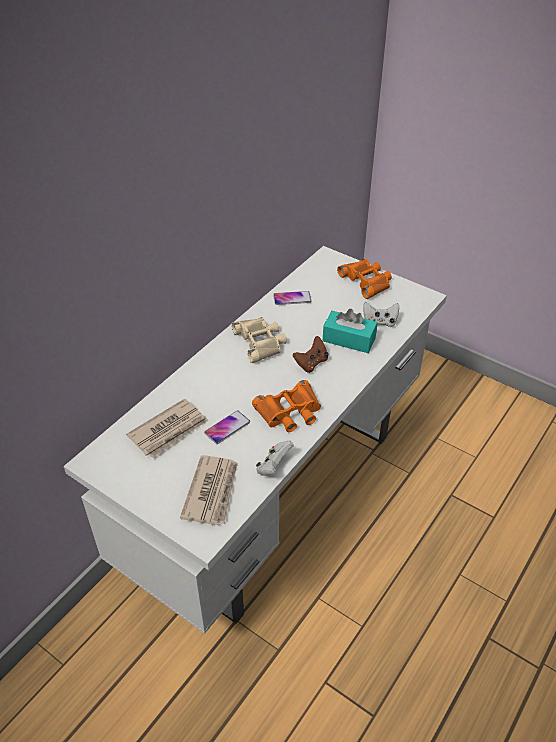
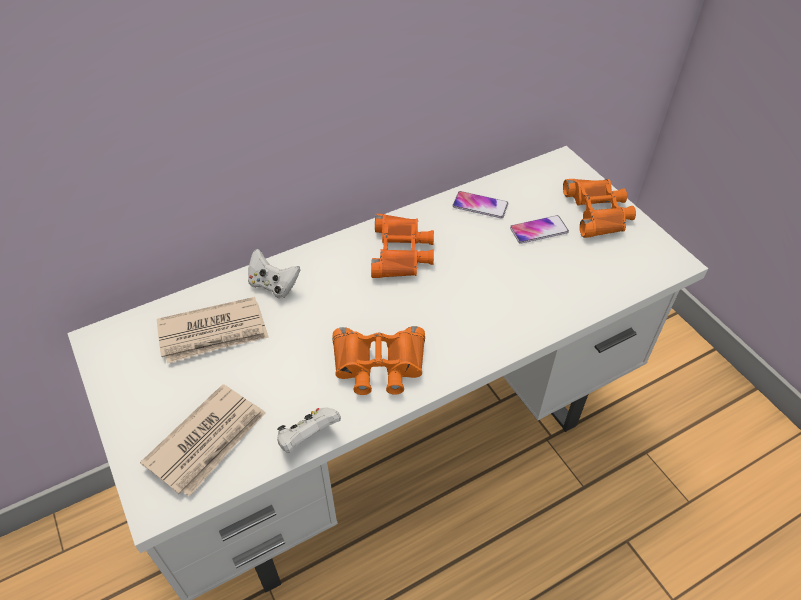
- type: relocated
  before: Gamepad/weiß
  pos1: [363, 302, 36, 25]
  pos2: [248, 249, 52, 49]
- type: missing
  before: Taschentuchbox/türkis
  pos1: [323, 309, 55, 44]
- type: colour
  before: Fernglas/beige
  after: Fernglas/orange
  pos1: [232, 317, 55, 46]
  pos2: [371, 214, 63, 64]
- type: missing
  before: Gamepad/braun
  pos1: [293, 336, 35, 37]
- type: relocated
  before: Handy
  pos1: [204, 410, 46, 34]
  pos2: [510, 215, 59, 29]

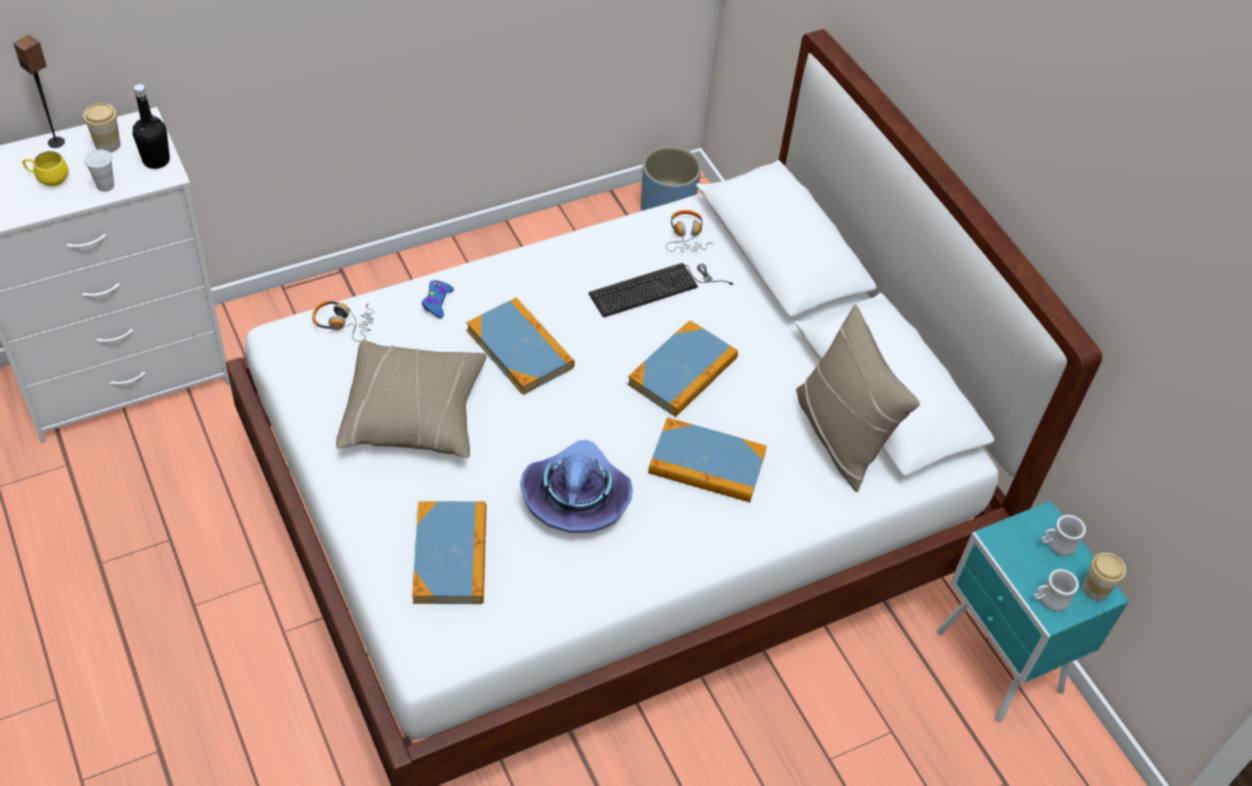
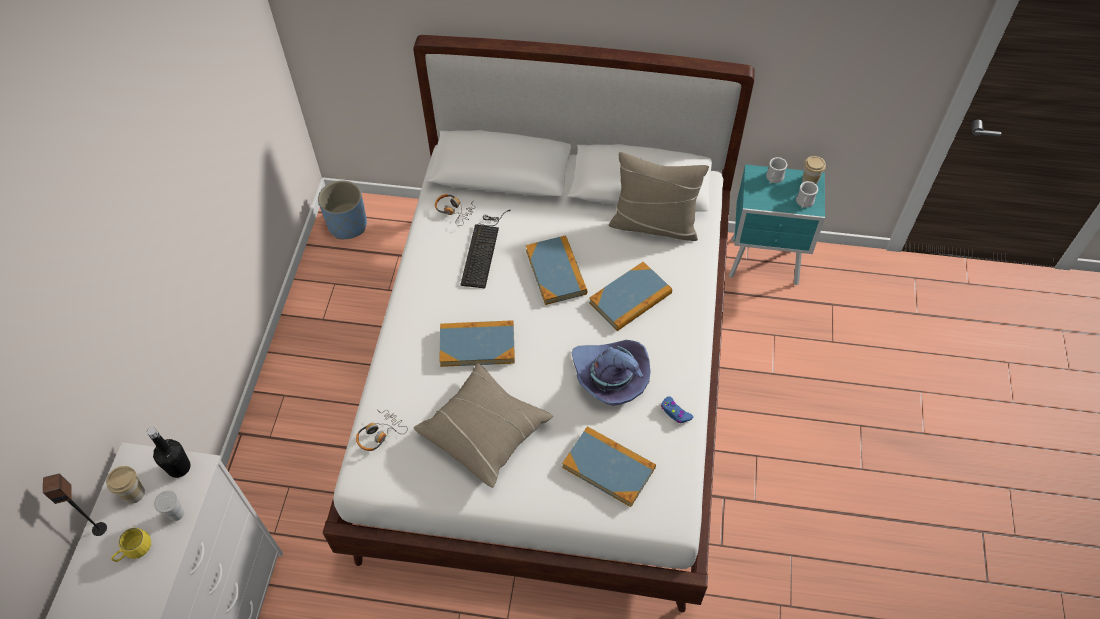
- type: relocated
  before: Gamepad/blau
  pos1: [422, 280, 32, 38]
  pos2: [661, 396, 32, 27]

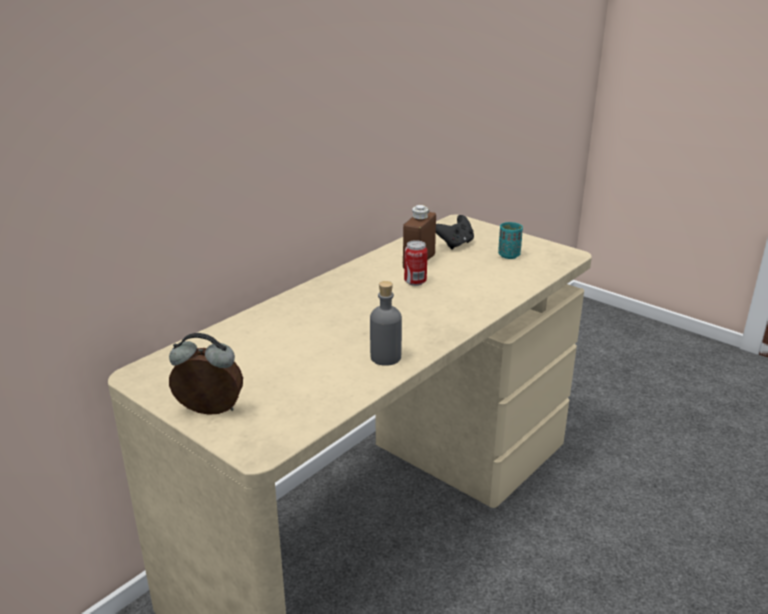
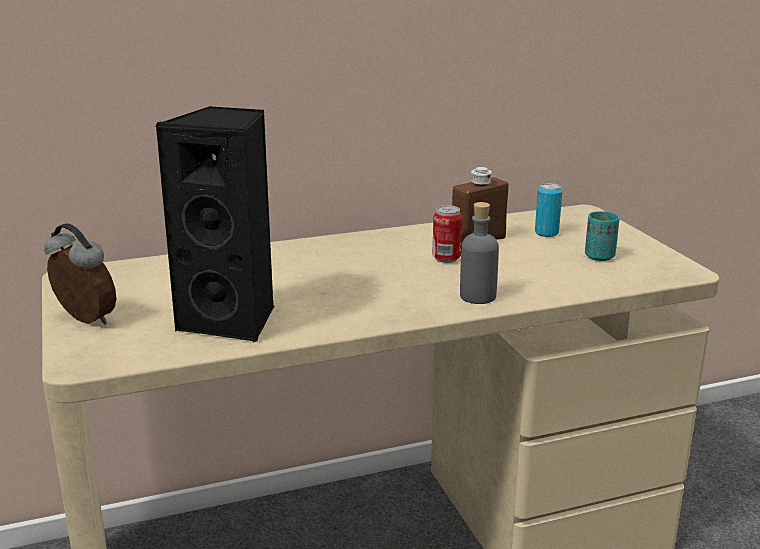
- type: exchanged
  before: Gamepad/schwarz
  after: Dose
  pos1: [436, 215, 38, 35]
  pos2: [535, 183, 27, 54]
- type: relocated
  before: Flasche/grau
  pos1: [370, 281, 32, 85]
  pos2: [460, 202, 39, 102]
- type: appeared
  after: Lautsprecher/schwarz
  pos2: [155, 106, 119, 237]

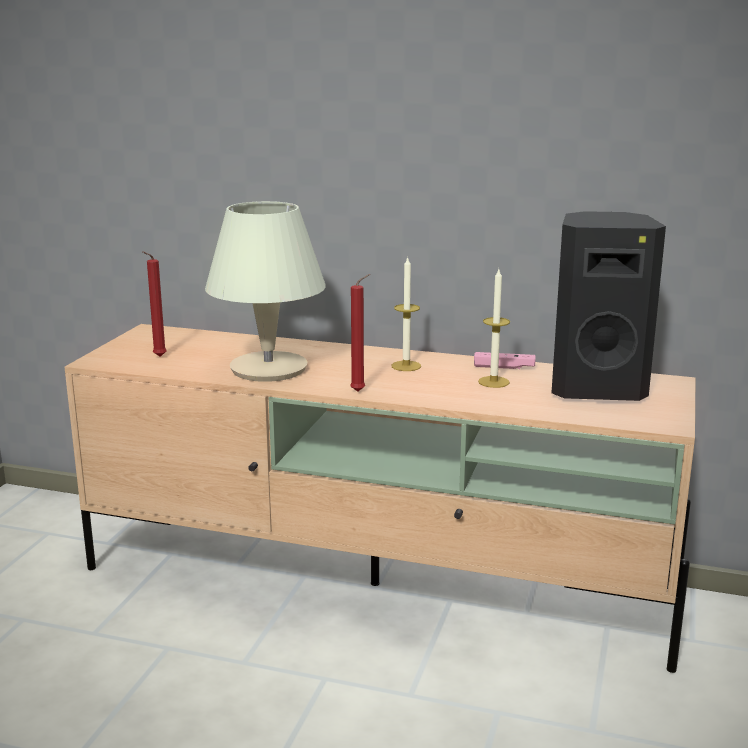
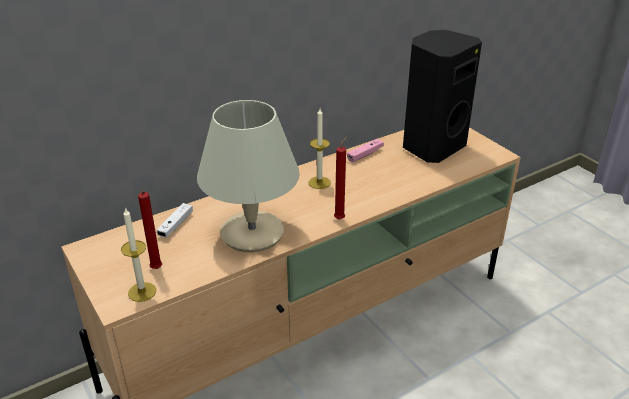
- type: relocated
  before: Kerze
  pos1: [478, 269, 32, 119]
  pos2: [121, 208, 35, 94]
- type: appeared
  after: Gamepad/weiß
  pos2: [157, 203, 36, 34]

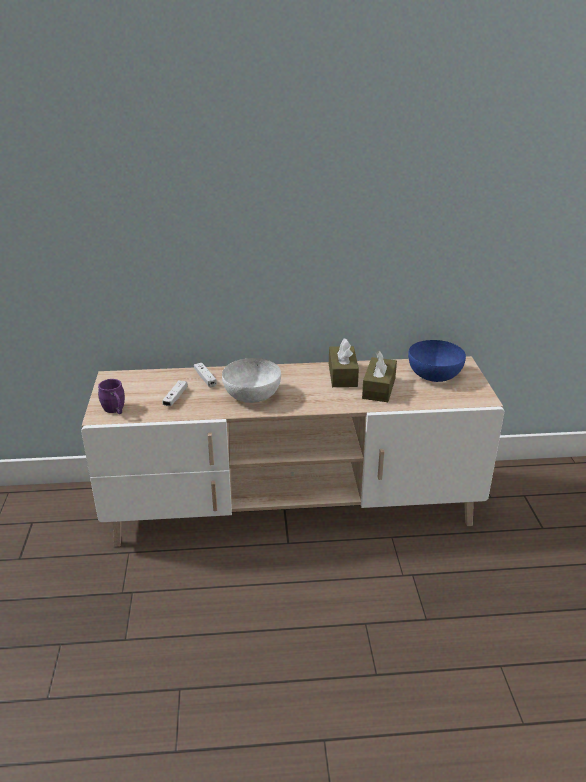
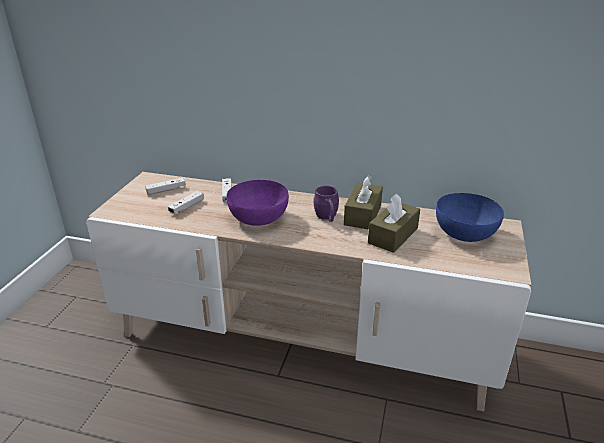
- type: colour
  before: Schüssel/weiß
  after: Schüssel/lila
  pos1: [222, 358, 59, 45]
  pos2: [227, 180, 62, 46]
- type: relocated
  before: Henkelbecher/lila
  pos1: [98, 379, 27, 35]
  pos2: [313, 185, 26, 37]
- type: appeared
  after: Gamepad/weiß
  pos2: [145, 178, 41, 17]

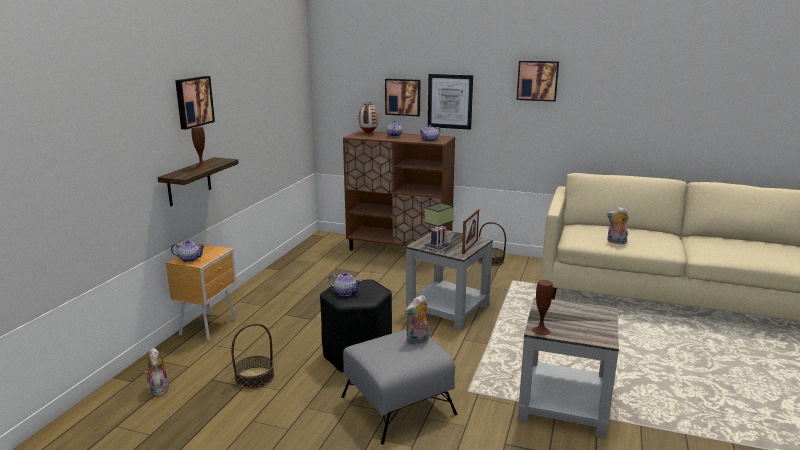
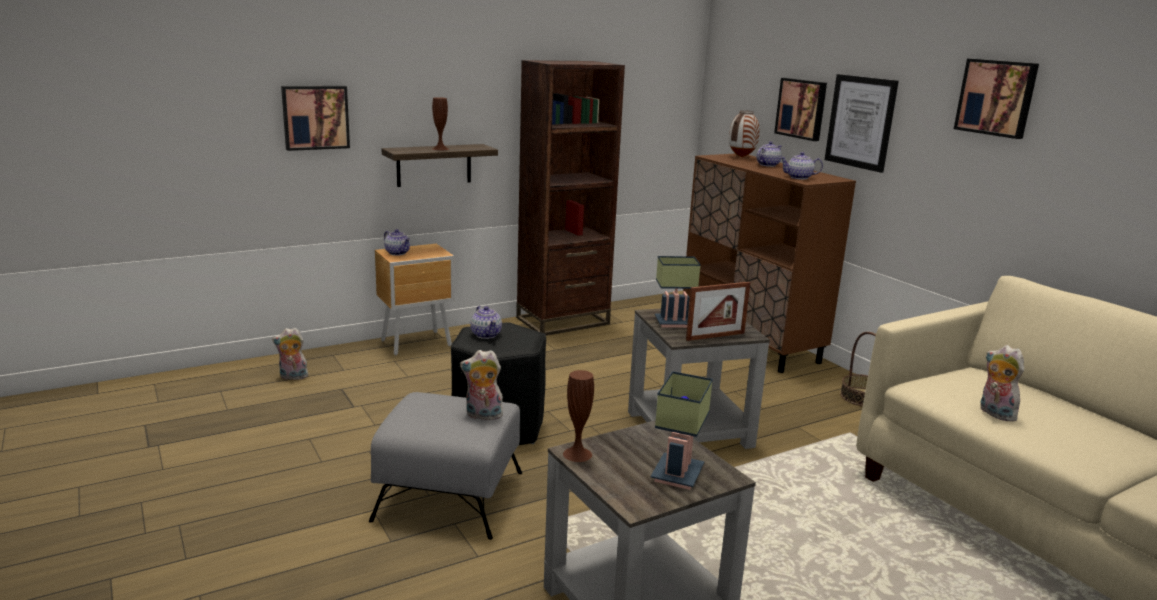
- type: relocated
  before: Bild
  pos1: [175, 76, 40, 54]
  pos2: [281, 86, 69, 65]
- type: missing
  before: Korb
  pos1: [231, 323, 43, 66]
- type: spun
  before: Plüschtier
  pos1: [144, 348, 25, 48]
  pos2: [272, 328, 36, 52]
  turn: -120
- type: appeared
  after: Bücherregal/braun
  pos2: [516, 60, 109, 275]
- type: appeared
  after: Tischlampe
  pos2: [651, 371, 62, 119]

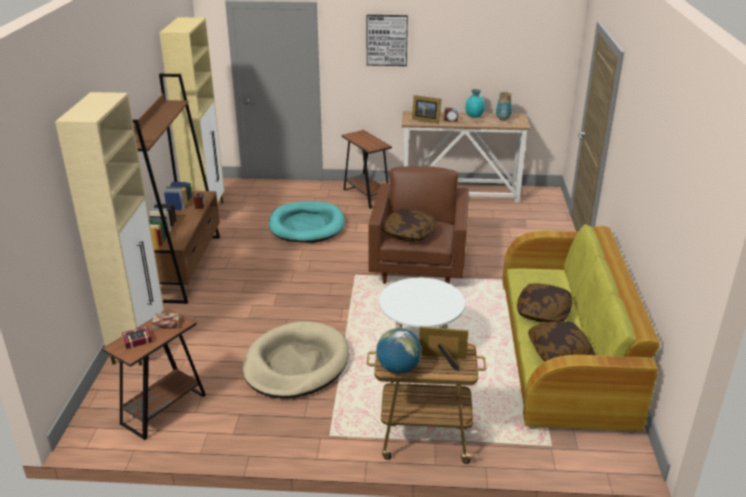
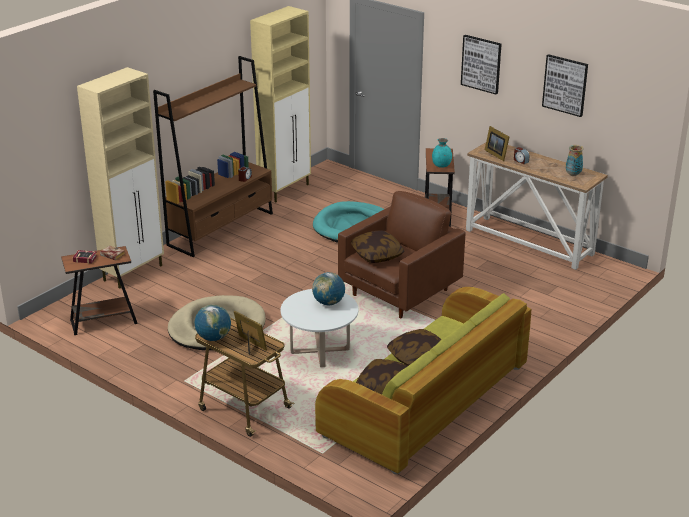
- type: relocated
  before: Vase/türkis
  pos1: [465, 89, 20, 29]
  pos2: [432, 138, 20, 30]
- type: appeared
  after: Bild
  pos2: [542, 54, 46, 63]
- type: appeared
  after: Globus
  pos2: [312, 272, 33, 33]

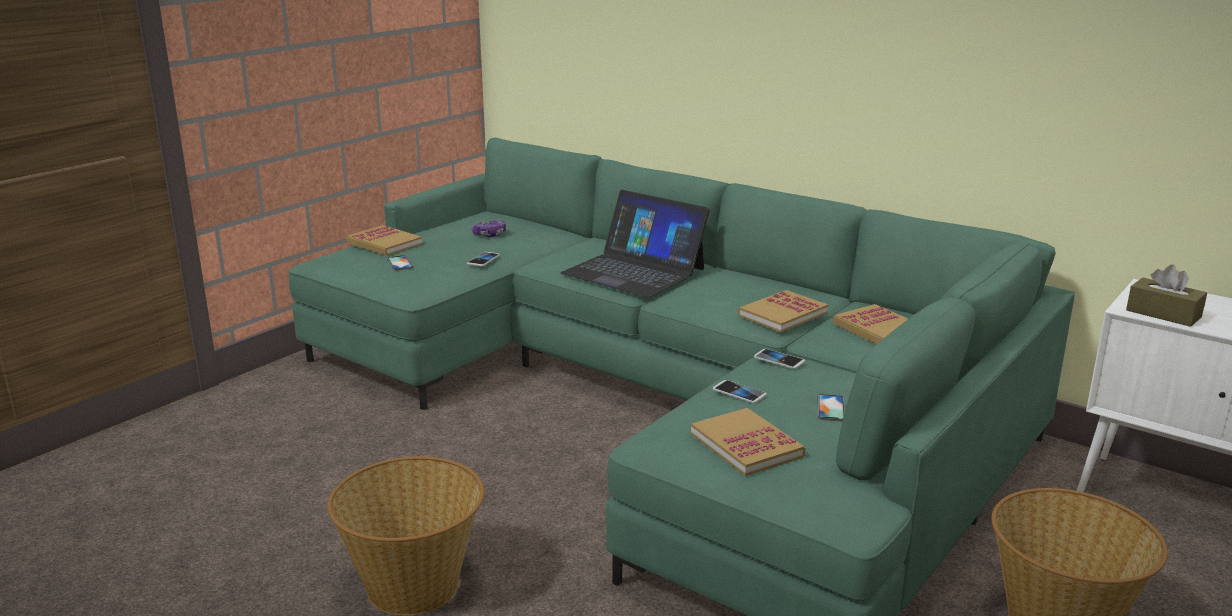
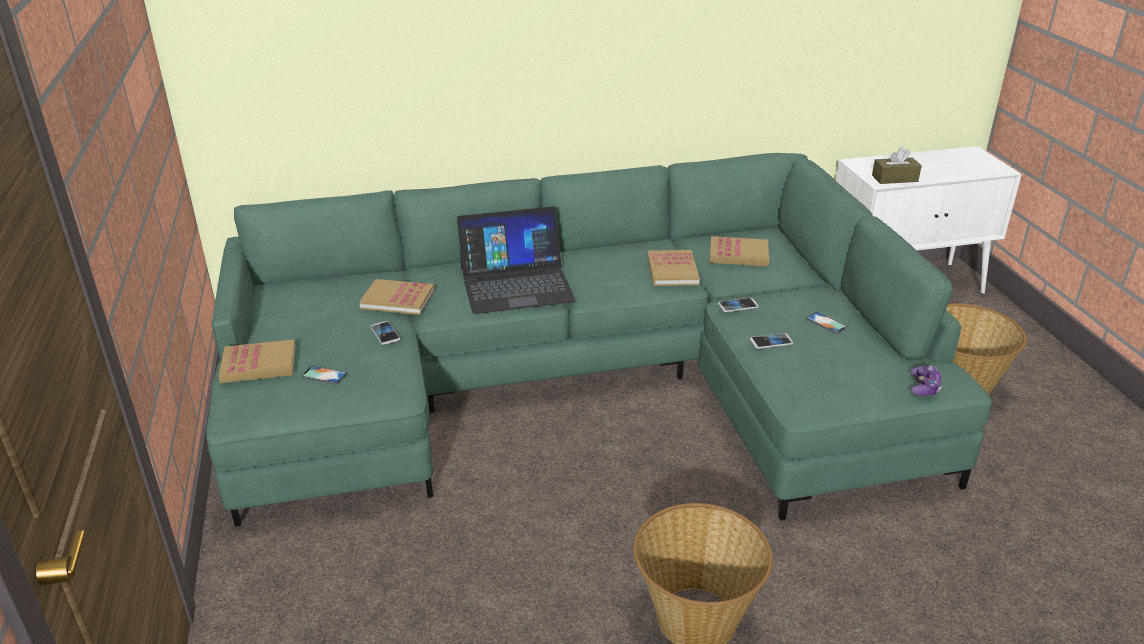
- type: relocated
  before: Gamepad
  pos1: [472, 219, 34, 18]
  pos2: [910, 365, 32, 31]
- type: relocated
  before: Buch
  pos1: [691, 408, 115, 68]
  pos2: [359, 279, 76, 36]

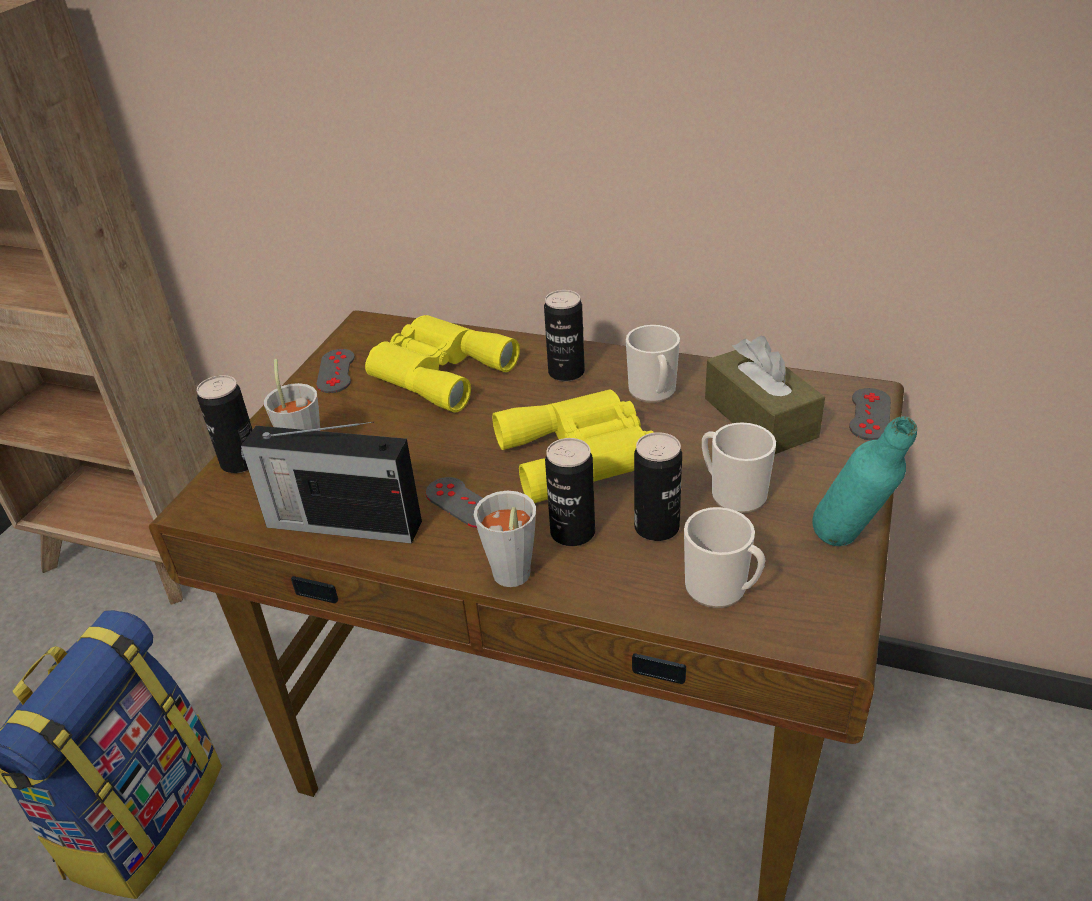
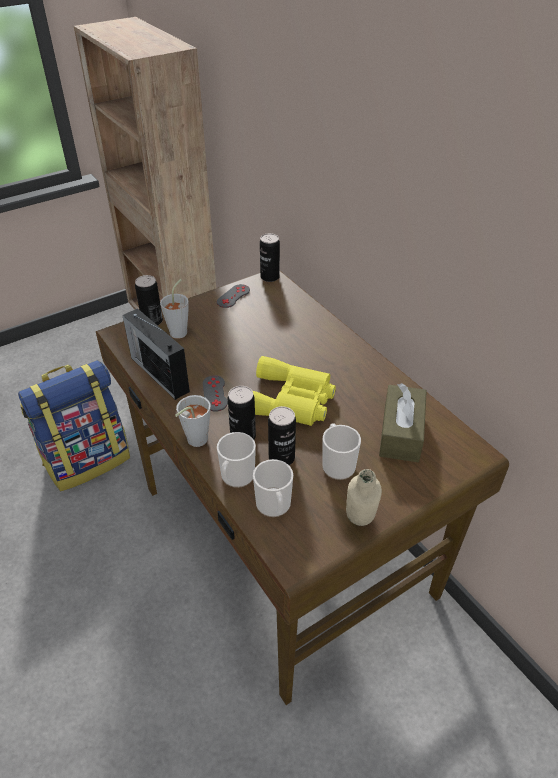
- type: relocated
  before: Dose
  pos1: [544, 290, 41, 92]
  pos2: [260, 233, 20, 49]
- type: missing
  before: Fernglas/gelb
  pos1: [365, 315, 155, 98]
- type: relocated
  before: Henkelbecher
  pos1: [626, 325, 54, 78]
  pos2: [217, 432, 39, 56]
- type: missing
  before: Gamepad/grau
  pos1: [849, 388, 42, 52]
- type: colour
  before: Flasche/türkis
  after: Flasche/beige
  pos1: [812, 416, 105, 130]
  pos2: [346, 469, 36, 57]

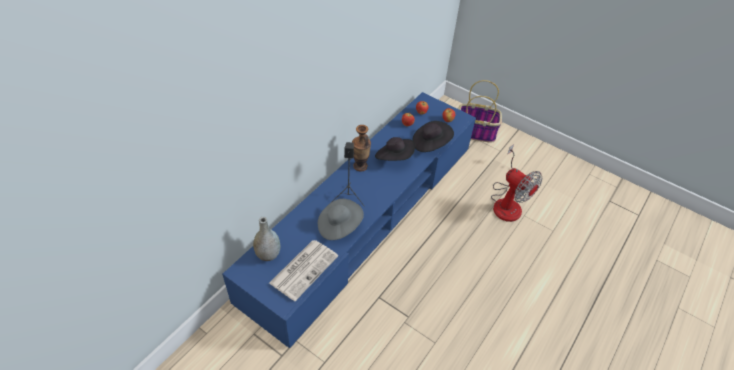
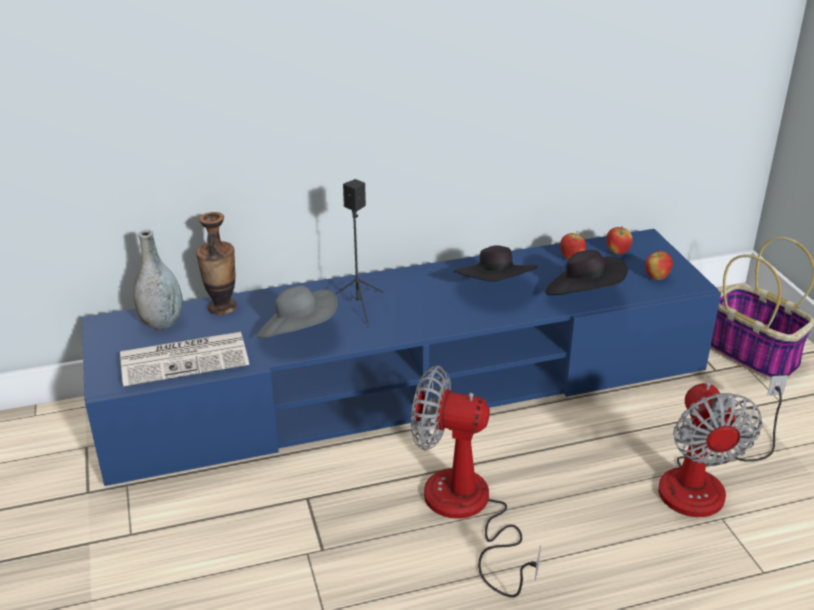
- type: relocated
  before: Vase
  pos1: [352, 125, 19, 46]
  pos2: [196, 212, 41, 103]
- type: appeared
  after: Ventilator
  pos2: [411, 366, 130, 231]

